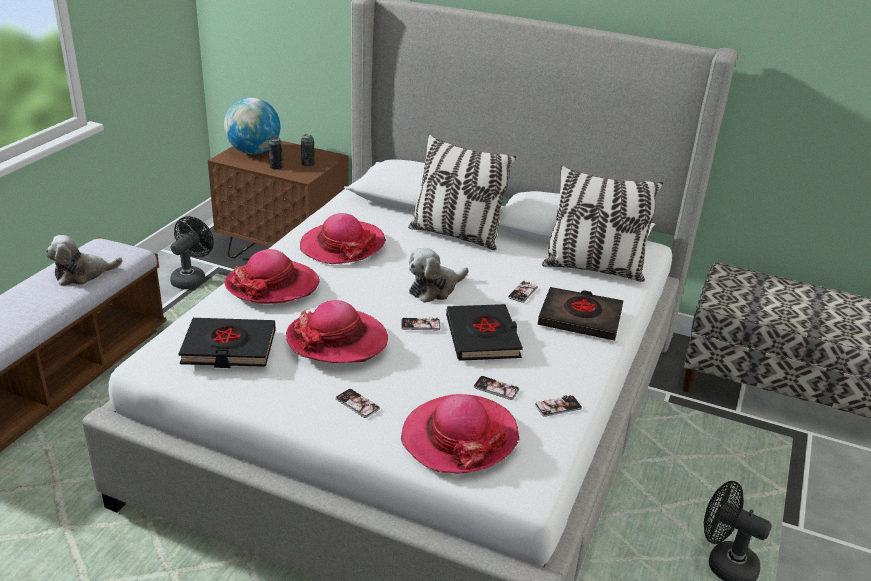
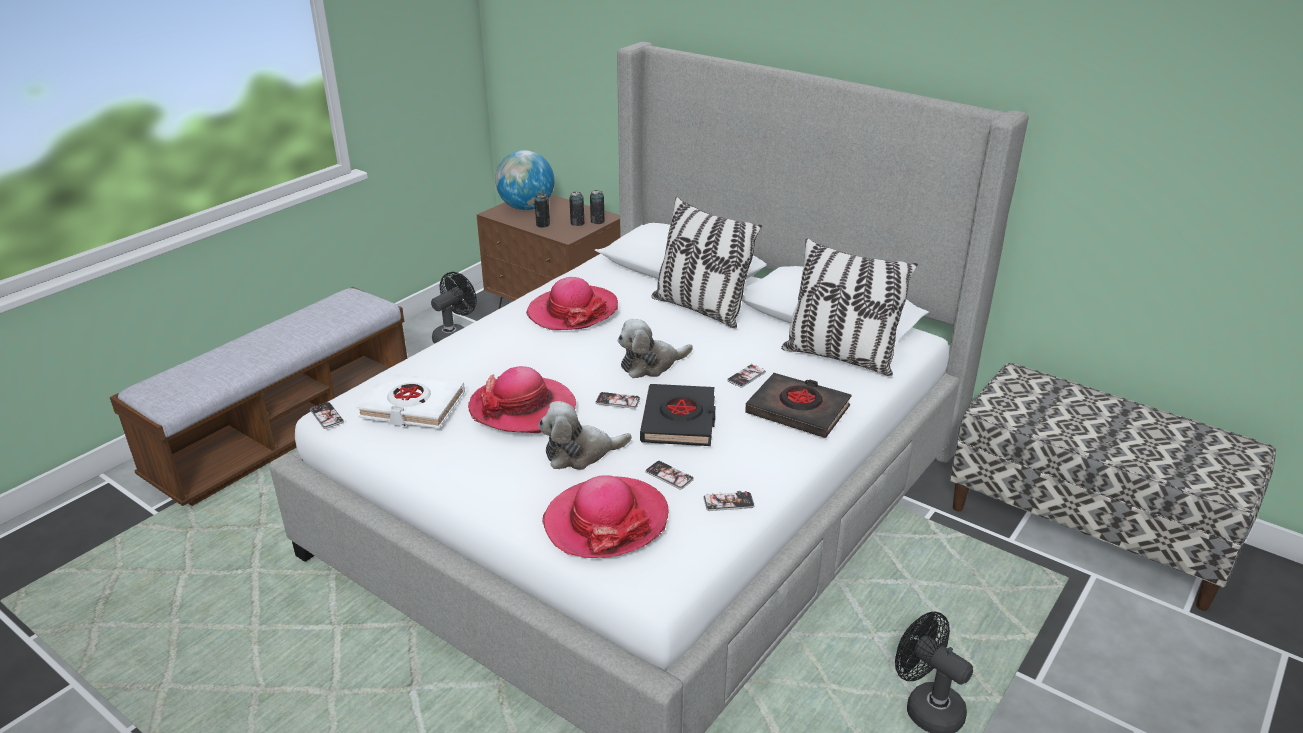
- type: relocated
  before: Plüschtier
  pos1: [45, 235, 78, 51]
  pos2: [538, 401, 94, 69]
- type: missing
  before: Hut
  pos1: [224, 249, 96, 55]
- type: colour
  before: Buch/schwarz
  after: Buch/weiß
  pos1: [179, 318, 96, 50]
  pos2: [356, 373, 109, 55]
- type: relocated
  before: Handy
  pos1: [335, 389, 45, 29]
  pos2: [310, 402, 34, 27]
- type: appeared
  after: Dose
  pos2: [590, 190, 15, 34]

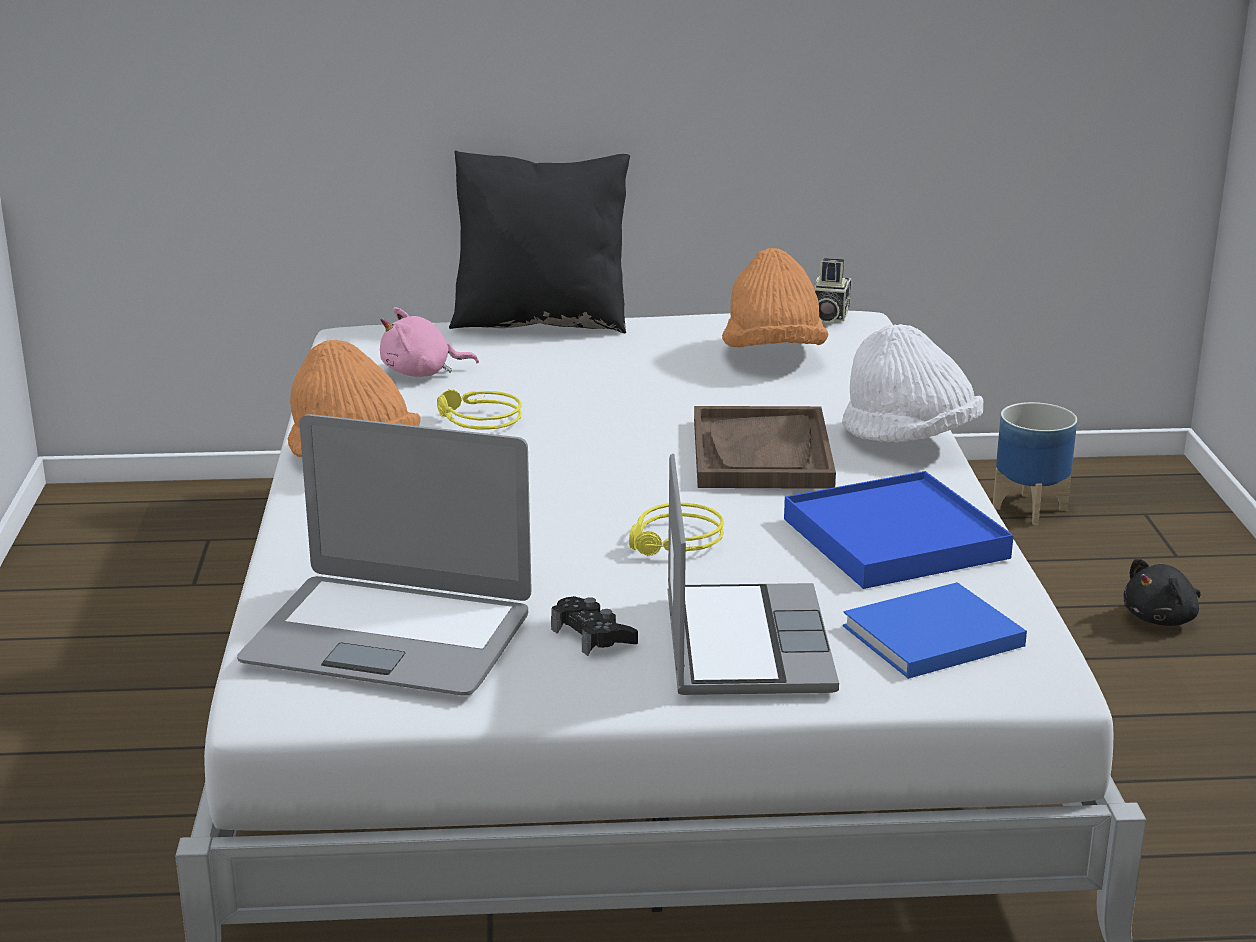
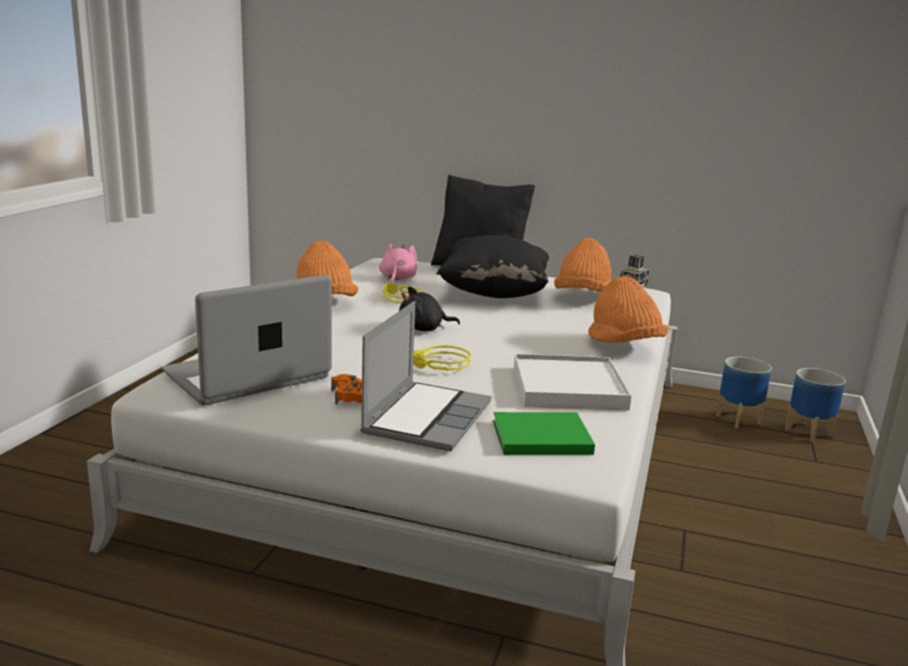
- type: spun
  before: Plüschtier/rosa
  pos1: [380, 307, 99, 70]
  pos2: [379, 244, 38, 39]
  turn: 90
- type: colour
  before: Hut/weiß
  after: Hut/orange
  pos1: [842, 324, 141, 118]
  pos2: [588, 276, 81, 67]
- type: missing
  before: Tablett/braun
  pos1: [694, 406, 142, 83]
- type: spun
  before: Laptop
  pos1: [237, 414, 295, 282]
  pos2: [162, 275, 170, 131]
  turn: 105
- type: colour
  before: Tablett/blau
  after: Tablett/weiß
  pos1: [784, 471, 230, 118]
  pos2: [514, 354, 118, 57]
- type: relocated
  before: Plüschtier/schwarz
  pos1: [1123, 558, 78, 68]
  pos2: [399, 286, 61, 45]
- type: colour
  before: Buch/blau
  after: Buch/grün
  pos1: [843, 582, 184, 97]
  pos2: [493, 412, 102, 43]
- type: colour
  before: Gamepad/schwarz
  after: Gamepad/orange
  pos1: [551, 596, 87, 60]
  pos2: [331, 374, 31, 30]
- type: appeared
  after: Kissen/schwarz
  pos2: [437, 235, 112, 63]
- type: appeared
  after: Pflanzkübel
  pos2: [785, 368, 61, 75]

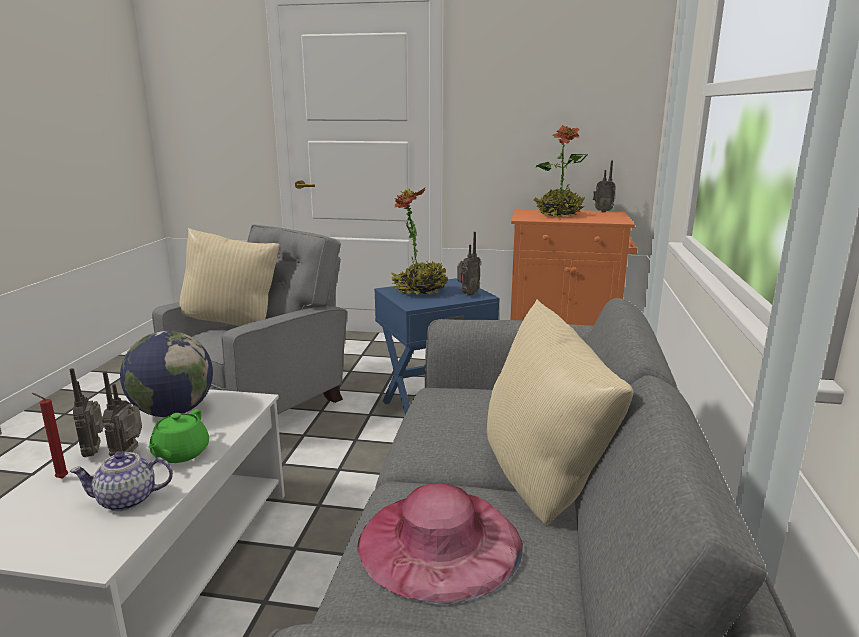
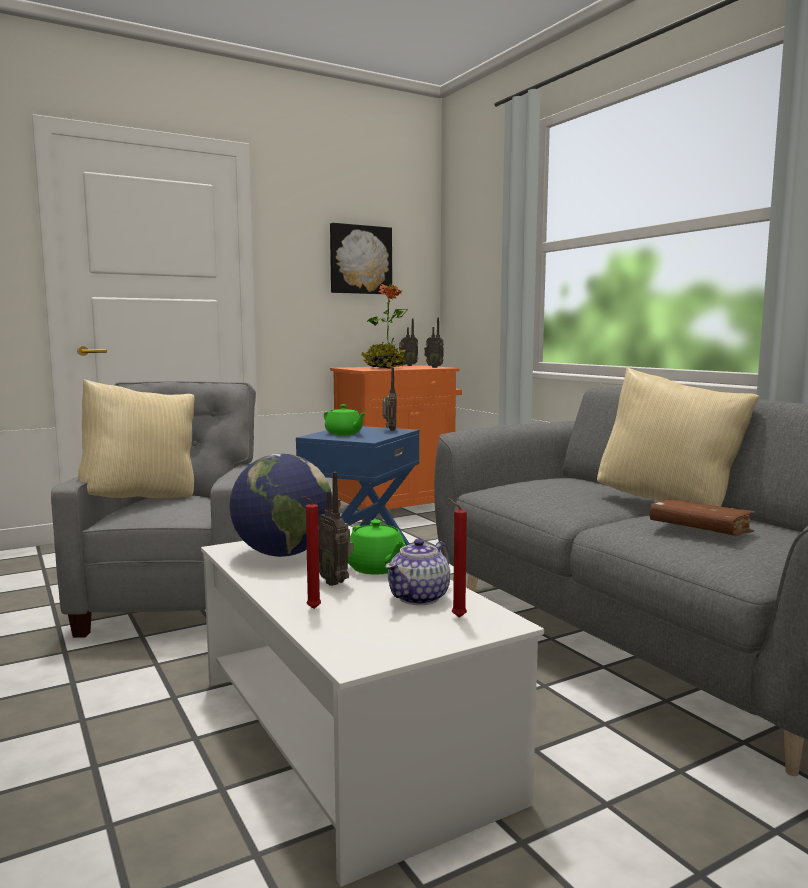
- type: exchanged
  before: Topfpflanze
  after: Teekanne/grün
  pos1: [391, 187, 57, 108]
  pos2: [324, 404, 42, 31]
- type: relocated
  before: Radio
  pos1: [70, 368, 34, 89]
  pos2: [424, 318, 20, 50]
- type: exchanged
  before: Hut/rosa
  after: Buch/braun
  pos1: [357, 483, 166, 121]
  pos2: [650, 499, 105, 37]
- type: appeared
  after: Bild
  pos2: [330, 223, 62, 71]
- type: appeared
  after: Kerze/rot
  pos2: [448, 498, 19, 120]

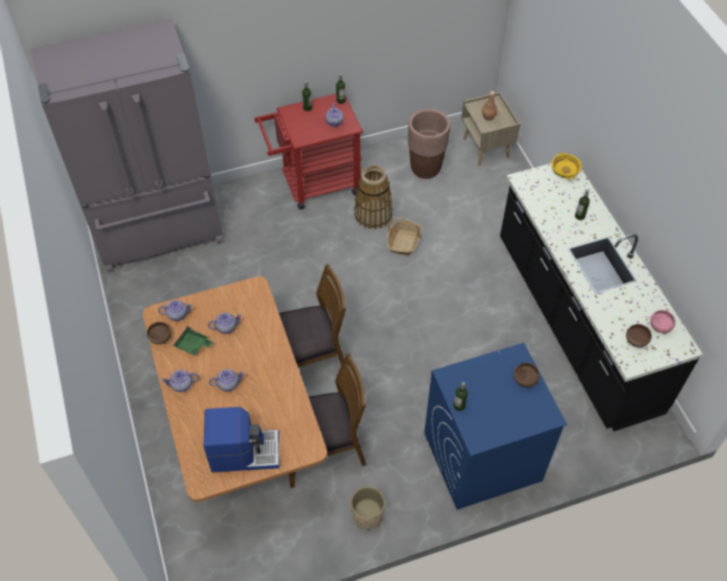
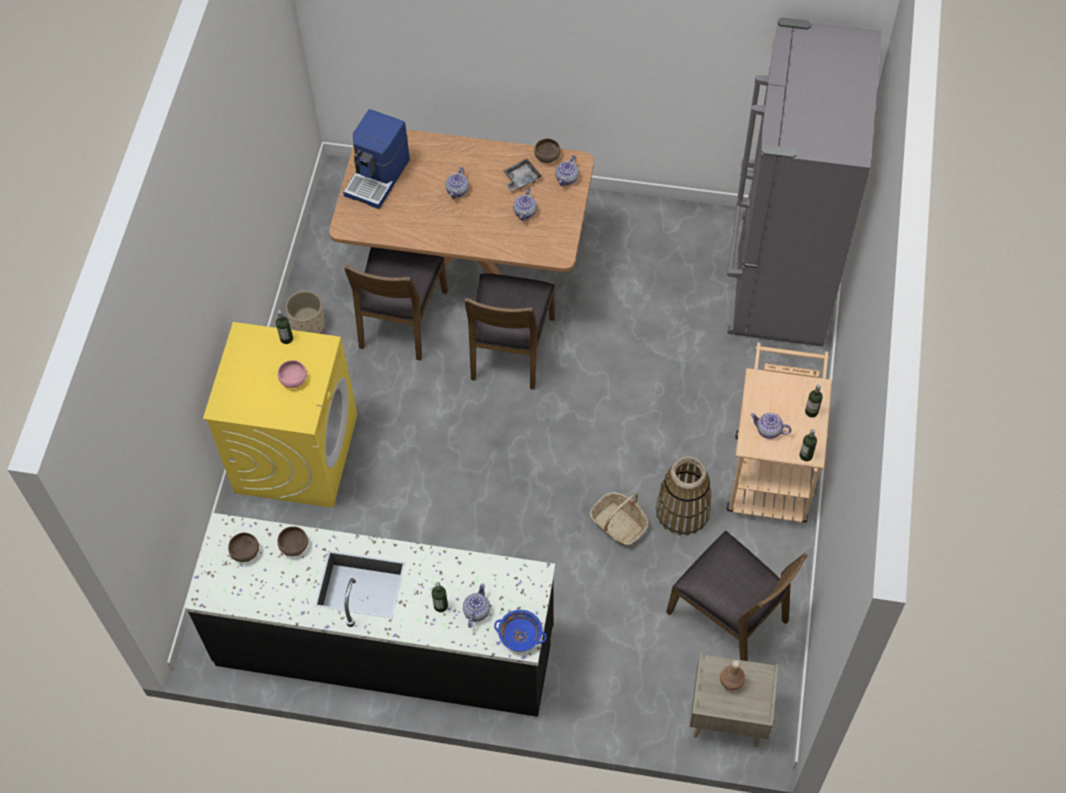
- type: colour
  before: Rollwagen/rot
  after: Rollwagen/beige
  pos1: [254, 94, 109, 115]
  pos2: [727, 342, 105, 181]
- type: exchanged
  before: Pflanzkübel/braun
  after: Stuhl/braun
  pos1: [408, 109, 42, 70]
  pos2: [666, 531, 142, 130]
- type: colour
  before: Schüssel/gelb
  after: Schüssel/blau
  pos1: [551, 153, 31, 27]
  pos2: [494, 610, 53, 42]
- type: relocated
  before: Schüssel/rosa
  pos1: [650, 310, 26, 23]
  pos2: [278, 360, 29, 28]
- type: colour
  before: Tablett/grün
  after: Tablett/grau
  pos1: [173, 326, 40, 30]
  pos2: [503, 159, 39, 32]
- type: colour
  before: Waschmaschine/blau
  after: Waschmaschine/gelb
  pos1: [424, 343, 143, 167]
  pos2: [203, 322, 154, 186]
- type: relocated
  before: Schüssel/braun
  pos1: [514, 363, 26, 24]
  pos2: [278, 526, 30, 30]
- type: relocated
  before: Teekanne
  pos1: [161, 370, 38, 22]
  pos2: [463, 583, 27, 45]

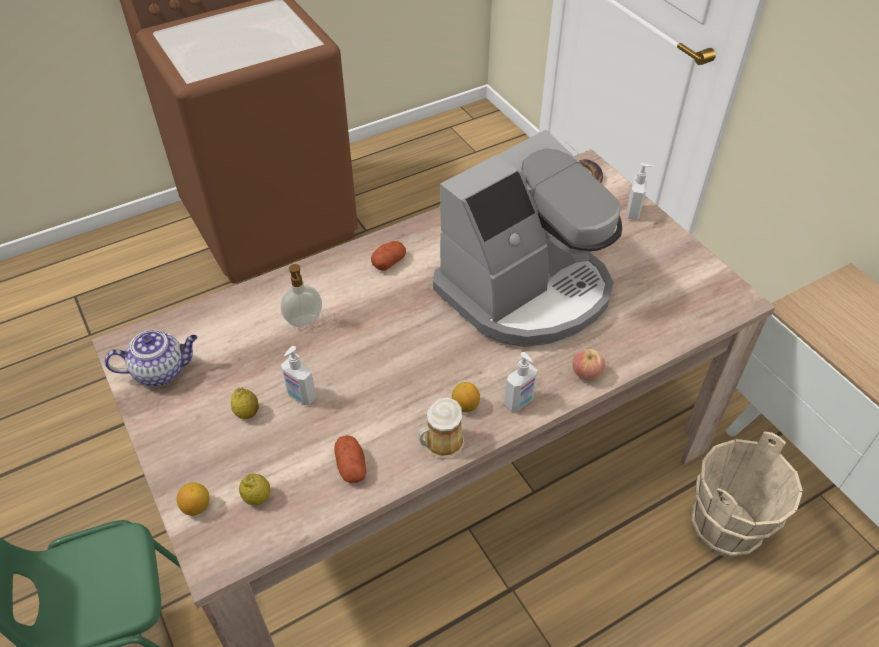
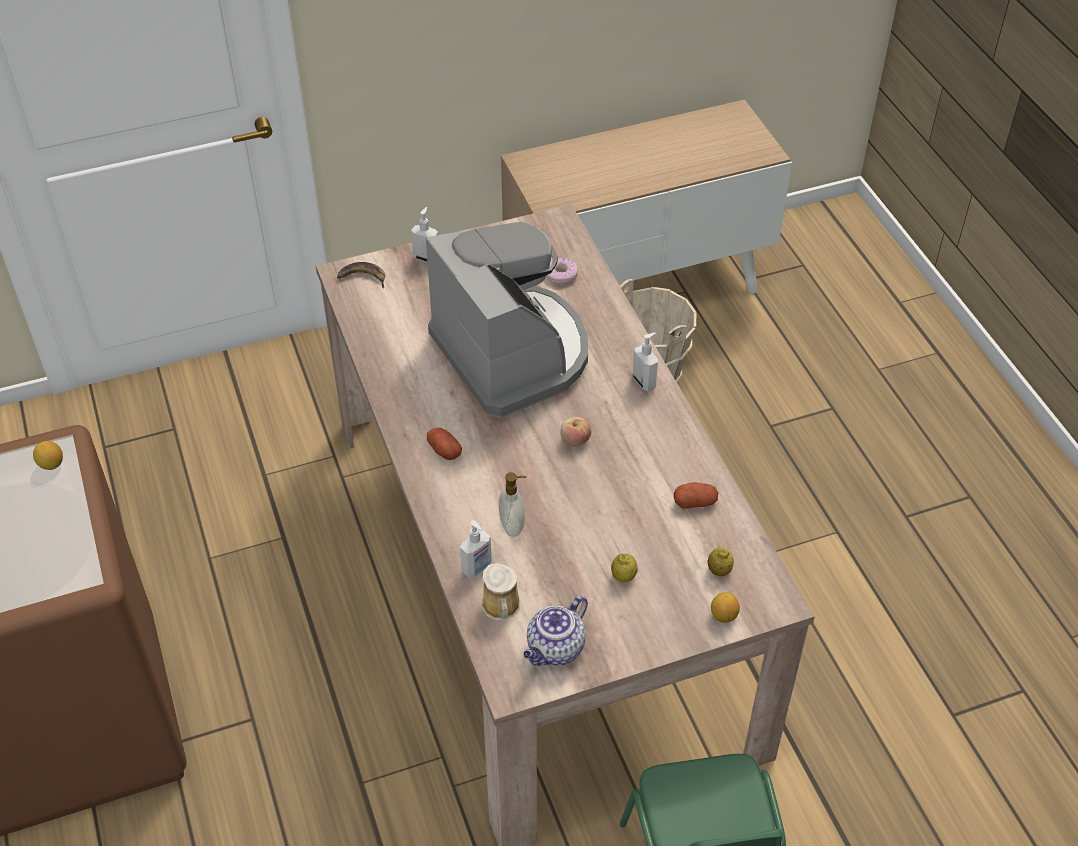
- type: spun
  before: Teekanne
  pos1: [104, 330, 94, 56]
  pos2: [523, 595, 65, 71]
  turn: -135
- type: relocated
  before: Seifenspender
  pos1: [281, 346, 36, 59]
  pos2: [460, 520, 32, 58]
- type: relocated
  before: Apfel
  pos1: [573, 349, 33, 33]
  pos2: [561, 416, 30, 31]
- type: relocated
  before: Zitrone
  pos1: [452, 382, 28, 30]
  pos2: [33, 441, 30, 29]
- type: relocated
  before: Henkelbecher
  pos1: [418, 398, 46, 60]
  pos2: [481, 563, 39, 57]
- type: appeared
  after: Donut
  pos2: [546, 258, 32, 26]

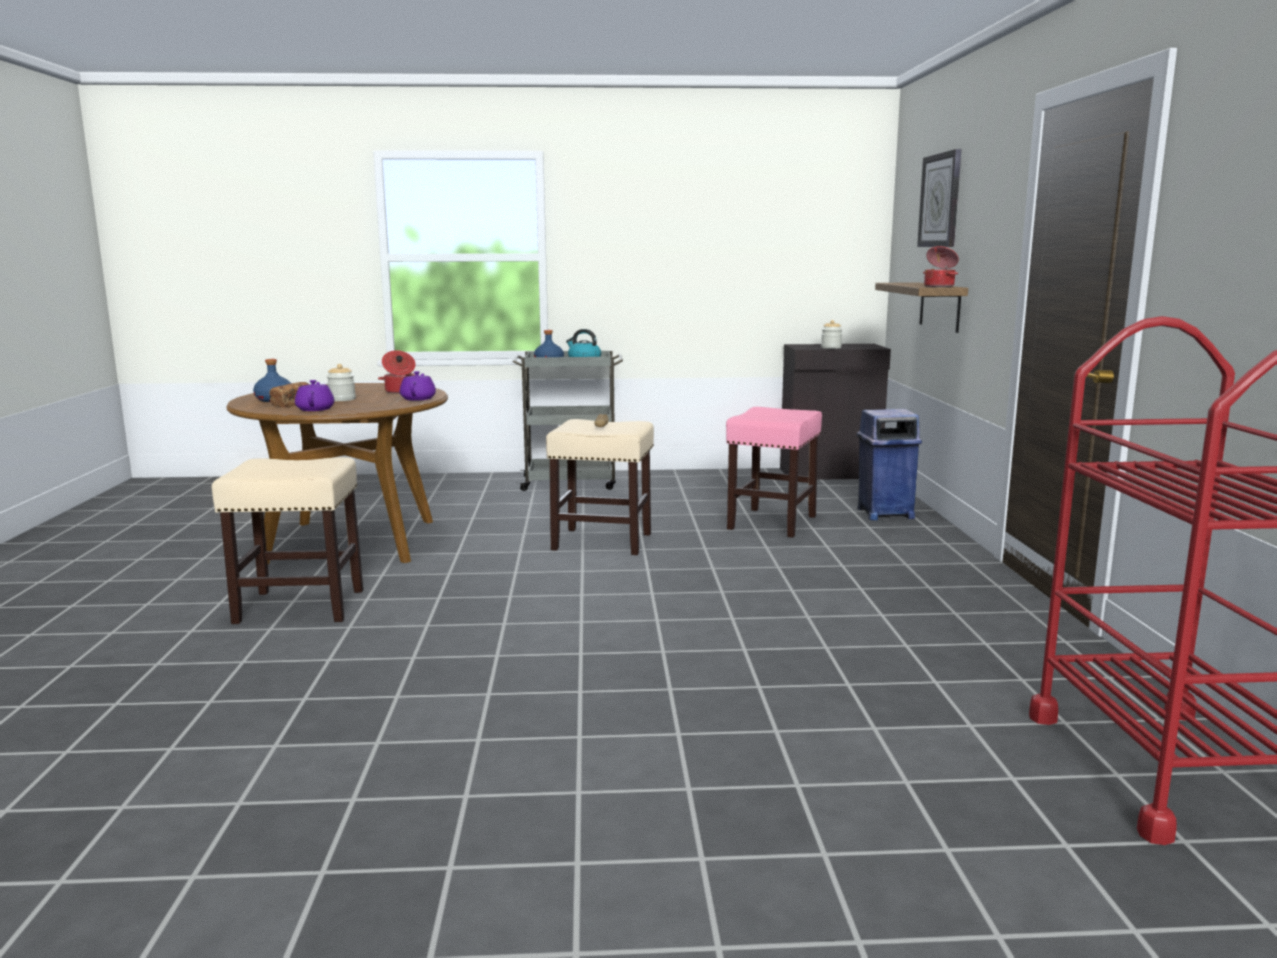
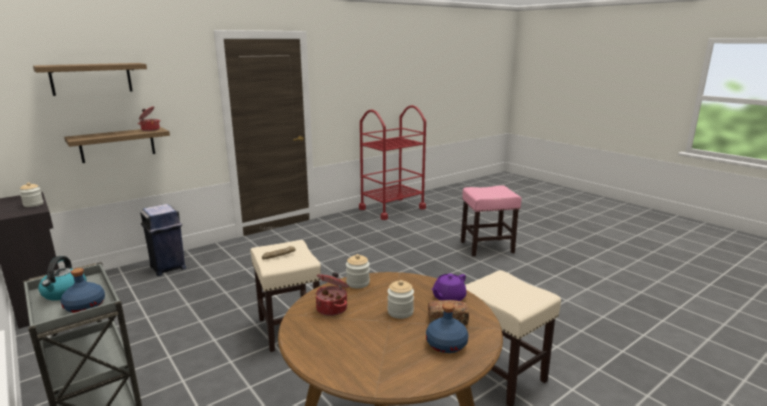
- type: exchanged
  before: Wanduhr
  after: Wandregal
  pos1: [917, 149, 44, 98]
  pos2: [33, 63, 114, 33]
- type: exchanged
  before: Teekanne/lila
  after: Vorratsglas
  pos1: [400, 371, 36, 30]
  pos2: [346, 254, 24, 35]
- type: relocated
  before: Hocker/rosa
  pos1: [726, 407, 96, 131]
  pos2: [461, 185, 61, 71]

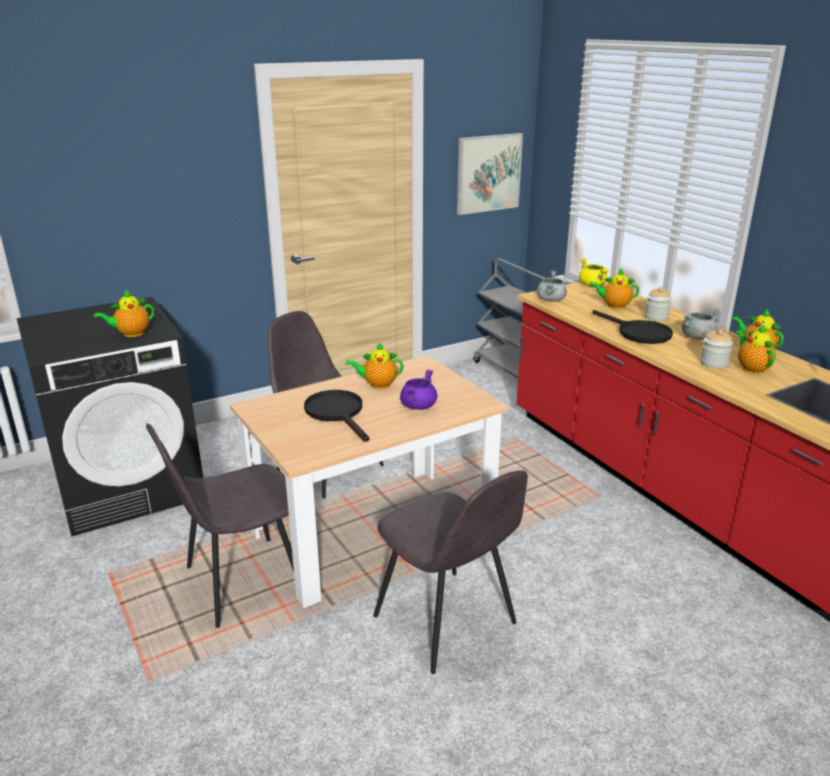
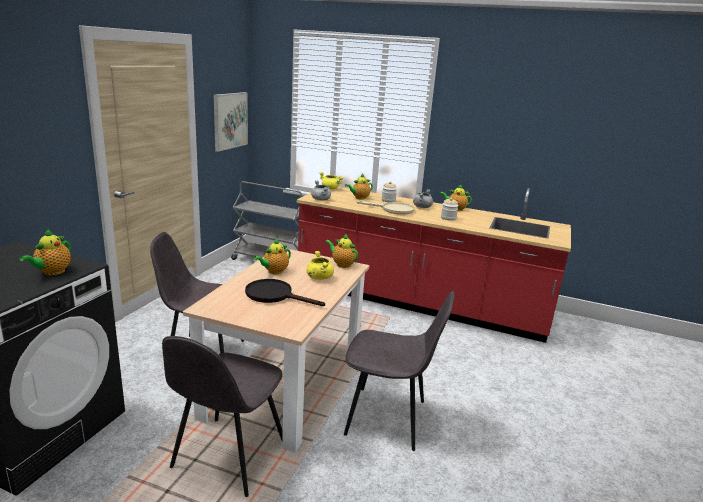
- type: colour
  before: Pfanne/schwarz
  after: Pfanne/beige
  pos1: [593, 310, 80, 34]
  pos2: [357, 201, 58, 14]
- type: relocated
  before: Teekanne
  pos1: [735, 325, 41, 49]
  pos2: [325, 233, 33, 35]
- type: colour
  before: Kochtopf/lila
  after: Kochtopf/gelb
  pos1: [400, 370, 37, 40]
  pos2: [307, 251, 27, 29]

